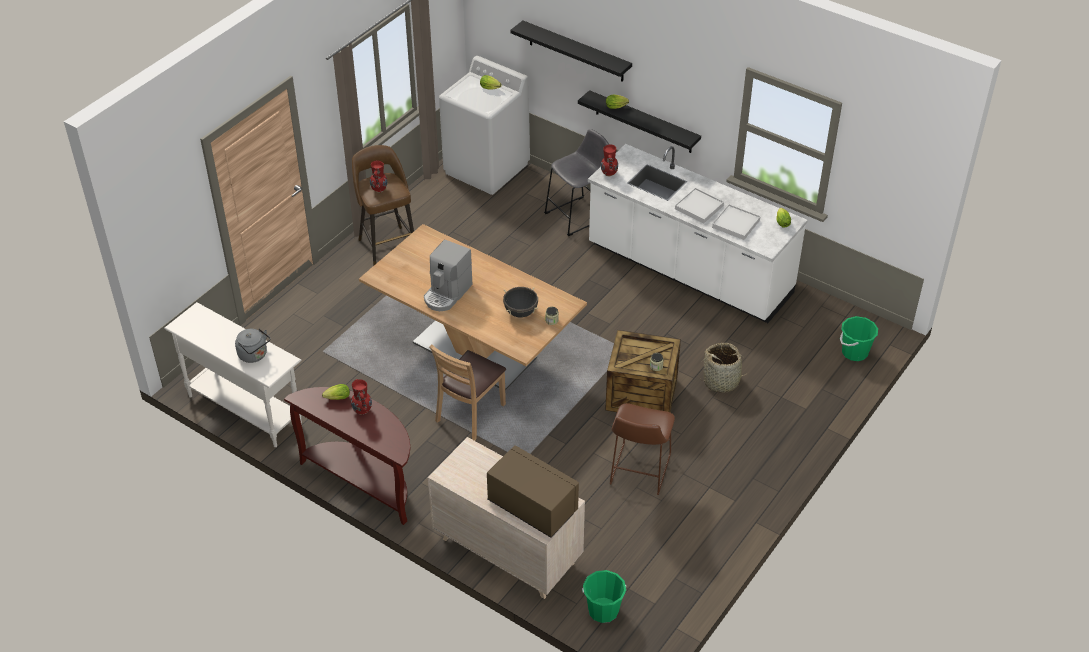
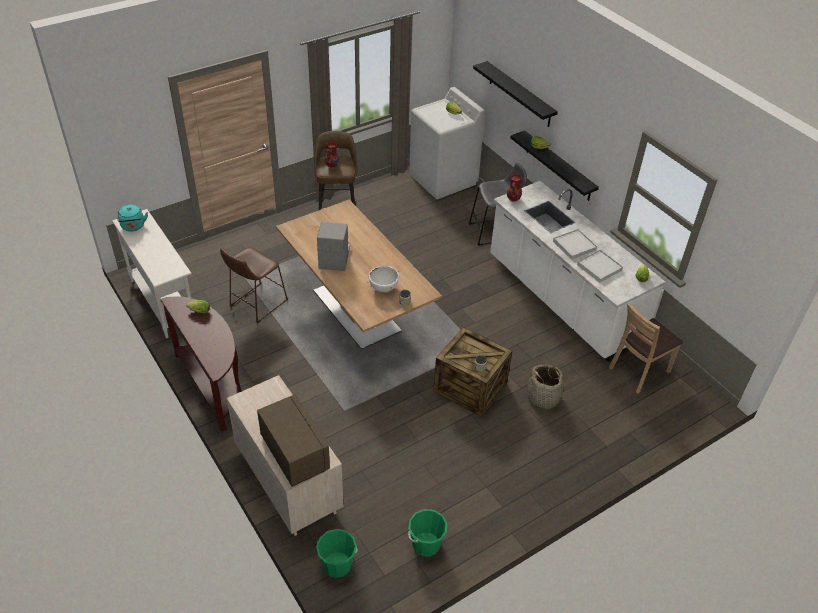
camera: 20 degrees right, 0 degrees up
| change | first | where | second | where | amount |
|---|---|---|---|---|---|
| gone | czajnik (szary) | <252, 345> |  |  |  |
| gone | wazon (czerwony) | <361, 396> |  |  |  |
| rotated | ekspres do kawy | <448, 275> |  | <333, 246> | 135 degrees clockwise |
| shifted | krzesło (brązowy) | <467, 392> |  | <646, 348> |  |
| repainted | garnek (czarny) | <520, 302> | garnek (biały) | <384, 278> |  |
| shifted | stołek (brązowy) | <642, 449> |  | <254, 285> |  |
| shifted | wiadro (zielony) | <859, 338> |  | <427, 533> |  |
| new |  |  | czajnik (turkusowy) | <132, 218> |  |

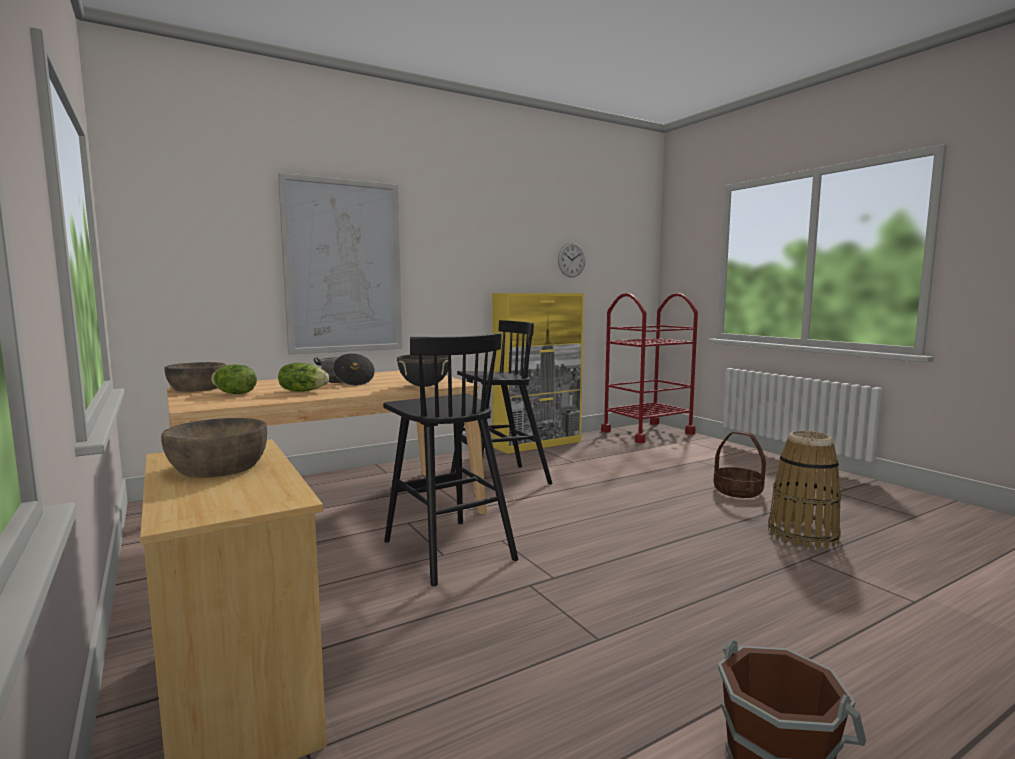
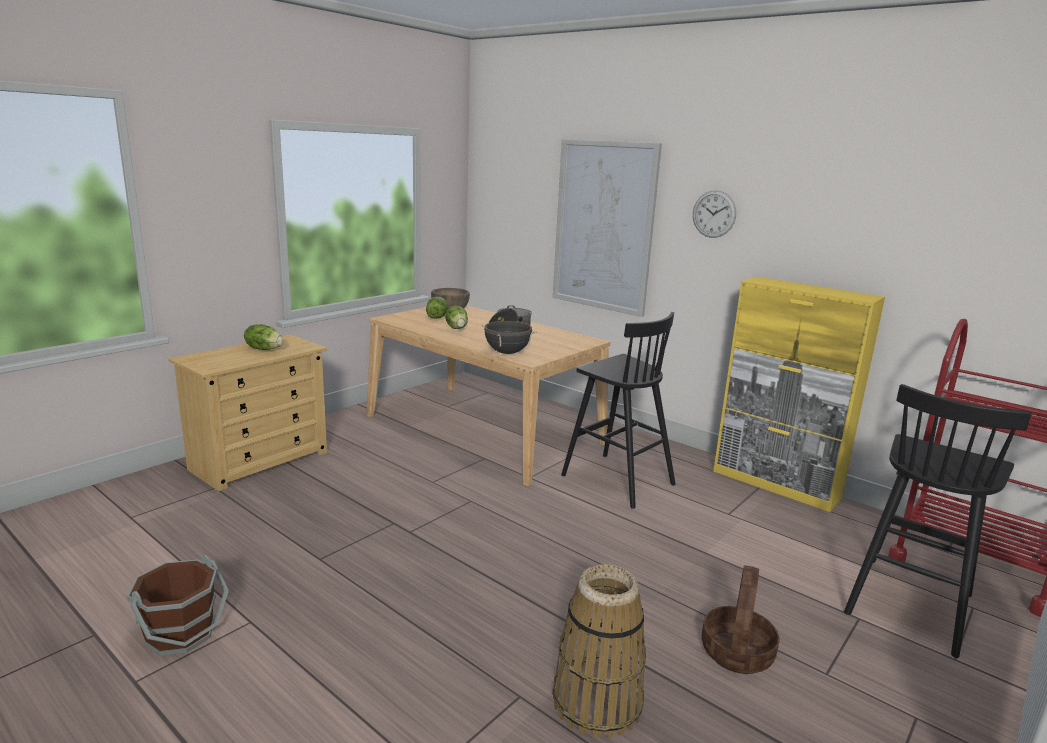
camera: 70 degrees right, 10 degrees up
| change | first | where | second | where | amount |
|---|---|---|---|---|---|
| swapped | miska (brązowy) | <214, 448> | sałata | <264, 337> |  |
| shifted | stołek (czarny) | <450, 459> |  | <938, 521> |  |
| shifted | zegar ścienny | <572, 260> |  | <714, 214> |  |

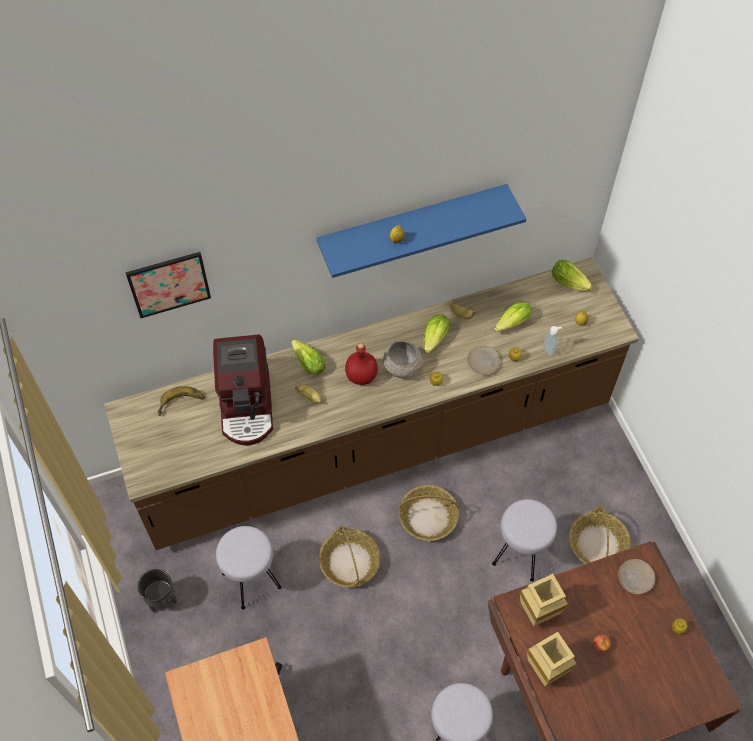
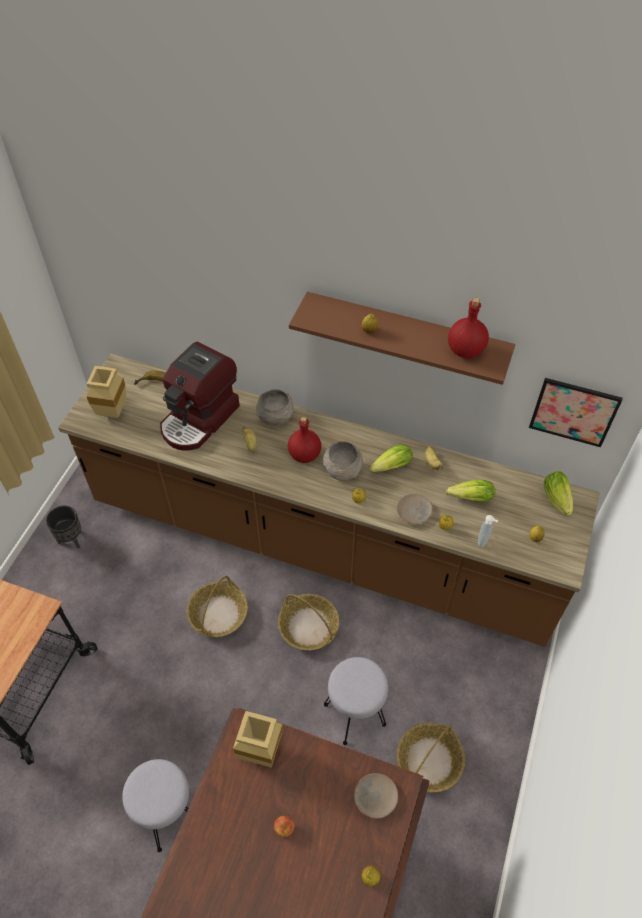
camera: 40 degrees right, 5 degrees down
| change | first | where | second | where | amount |
|---|---|---|---|---|---|
| shifted | obraz | <168, 285> |  | <576, 412> |  |
| gone | stołek (szary) | <249, 568> |  |  |  |
| swapped | sałata | <308, 357> | miska (szary) | <275, 407> |  |
| repainted | półka (niebieski) | <421, 231> | półka (brązowy) | <402, 338> |  |
| shifted | wazon (beżowy) | <552, 659> |  | <106, 392> |  |
| new |  |  | butelka (czerwony) | <468, 328> |  |

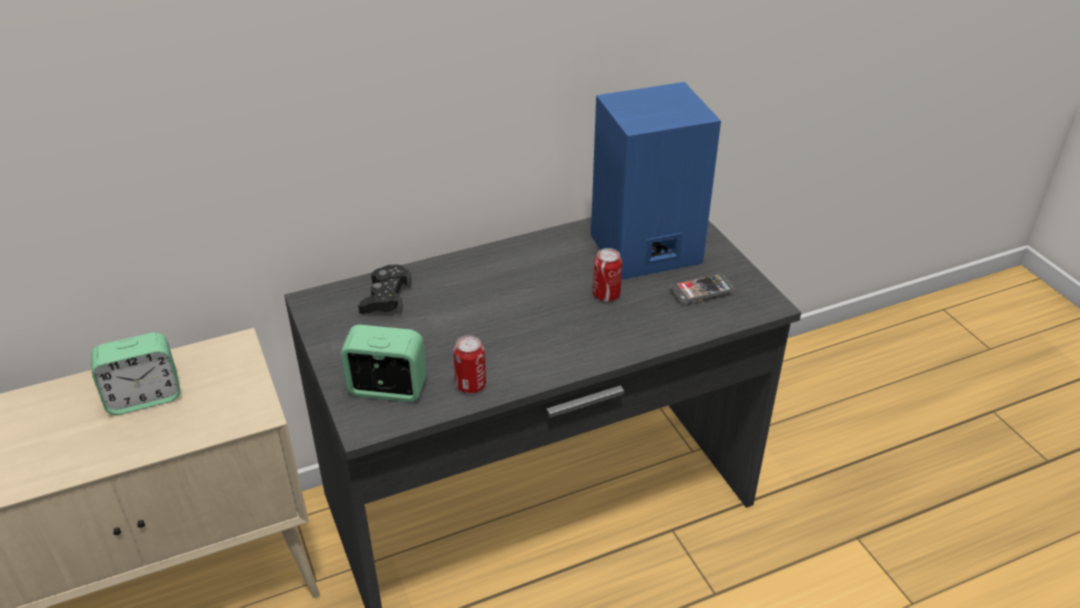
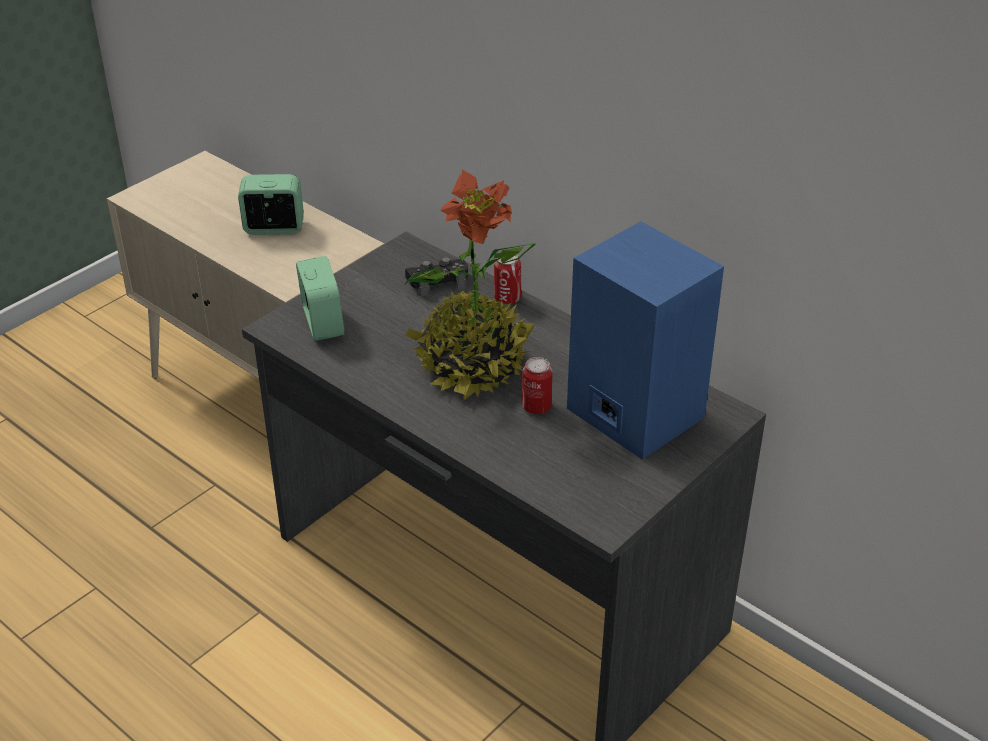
camera: 65 degrees right, 0 degrees up
| change | first | where | second | where | amount |
|---|---|---|---|---|---|
| rotated | budzik | <135, 373> |  | <271, 204> | 135 degrees clockwise |
| shifted | puszka | <469, 364> |  | <507, 279> |  |
| gone | telefon | <702, 289> |  |  |  |
| new |  |  | roślina doniczkowa | <470, 285> |  |

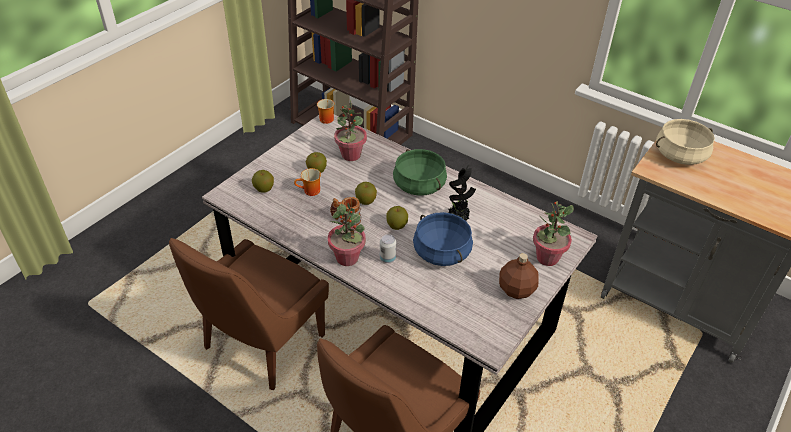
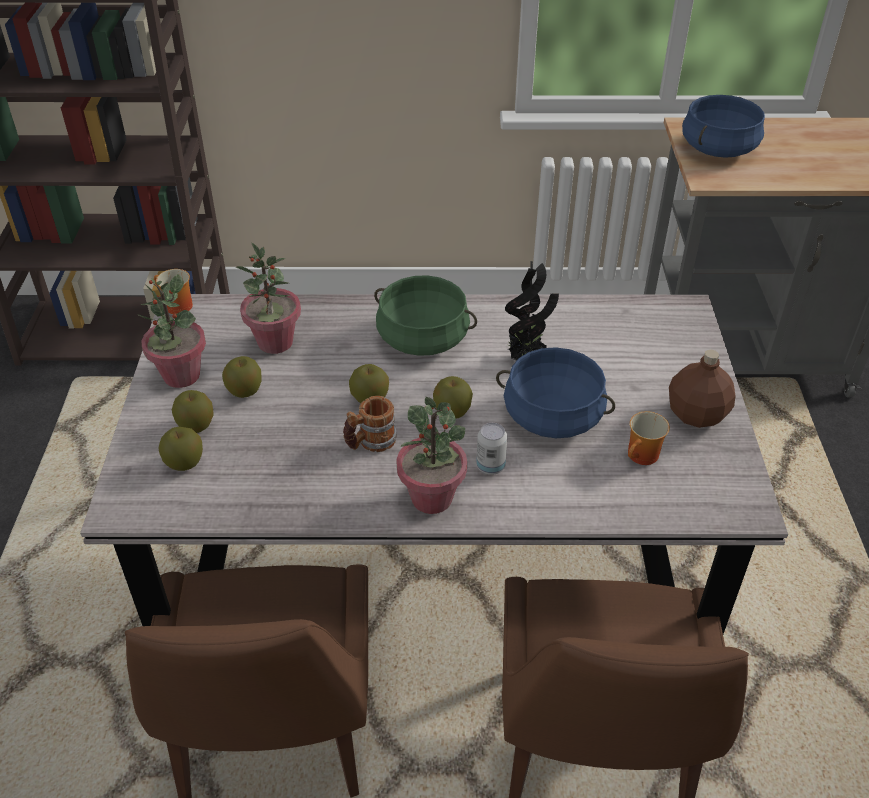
camera: 35 degrees left, 0 degrees up
| change | first | where | second | where | amount |
|---|---|---|---|---|---|
| shifted | kubek | <307, 182> |  | <649, 438> |  |
| shifted | roślina doniczkowa | <553, 233> |  | <171, 331> |  |
| repainted | garnek (beżowy) | <685, 142> | garnek (niebieski) | <723, 126> |  |
| new |  |  | jabłko | <193, 411> |  |

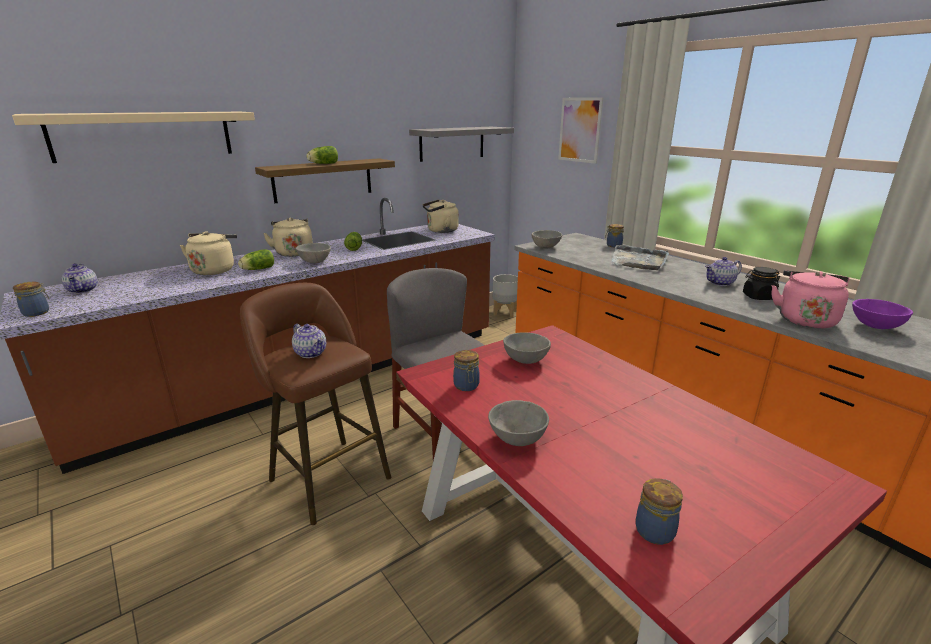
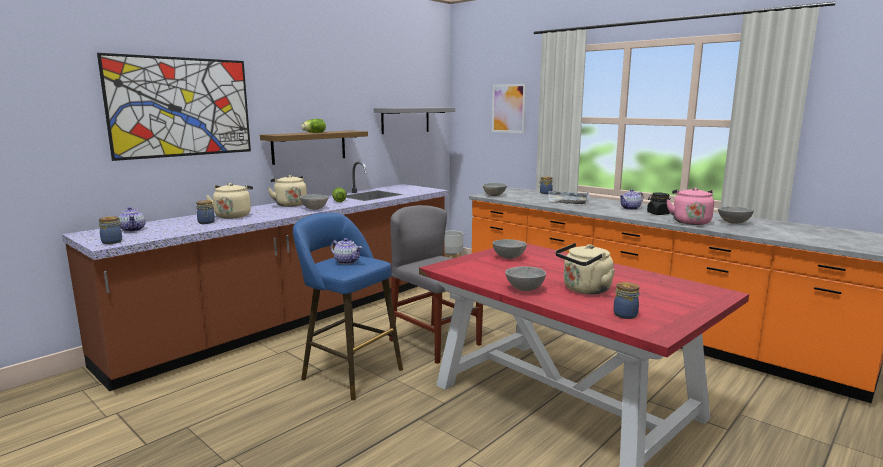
camera: 10 degrees left, 10 degrees down
| change | first | where | second | where | amount |
|---|---|---|---|---|---|
| swapped | półka (beżowy) | <133, 137> | obraz | <174, 107> |  |
| gone | sałata | <256, 259> |  |  |  |
| repainted | stołek (brązowy) | <315, 404> | stołek (niebieski) | <348, 306> |  |
| shifted | czajnik (beżowy) | <441, 216> |  | <585, 268> |  |
| shifted | słoik | <466, 370> |  | <205, 212> |  |
| repainted | miska (fioletowy) | <882, 314> | miska (szary) | <736, 215> |  |

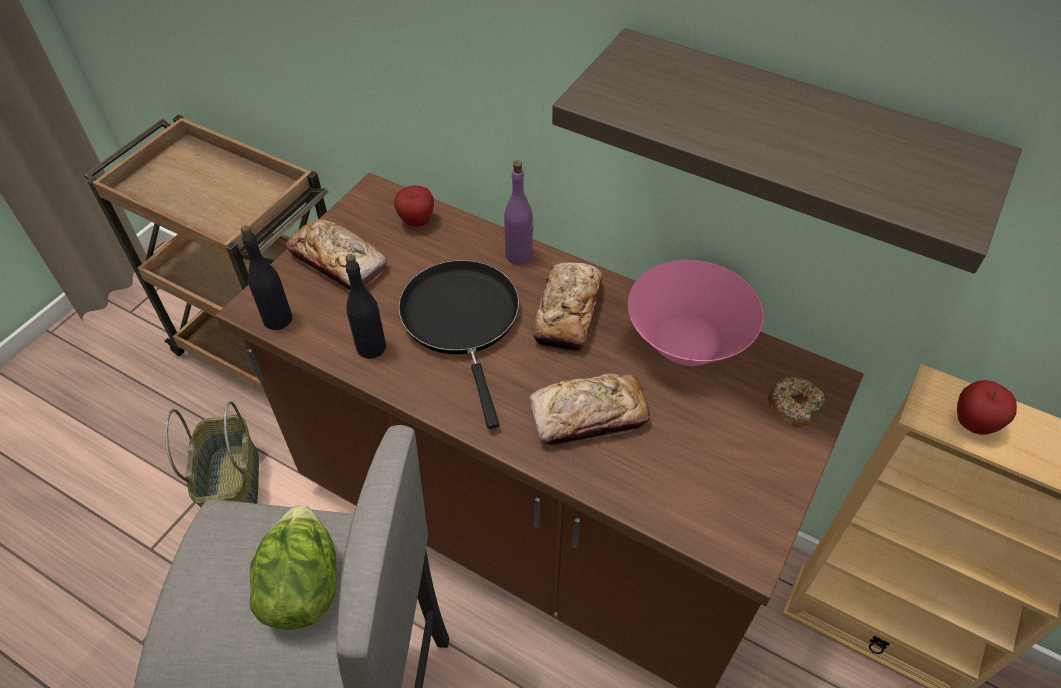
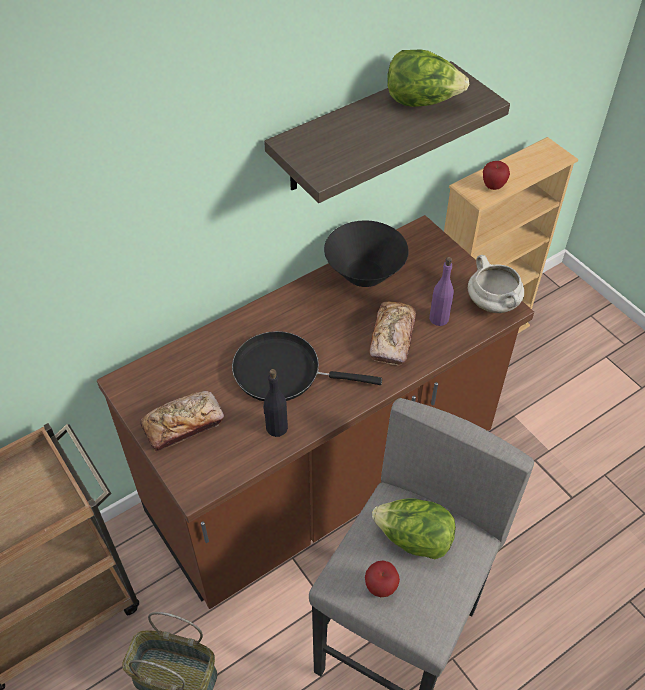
camera: 65 degrees left, 0 degrees up
| change | first | where | second | where | amount |
|---|---|---|---|---|---|
| gone | butelka (czarny) | <266, 277> |  |  |  |
| shifted | jabłko | <414, 206> |  | <382, 579> |  |
| shifted | butelka (fioletowy) | <519, 212> |  | <441, 291> |  |
| gone | chleb | <568, 307> |  |  |  |
| repainted | miska (różowy) | <695, 313> | miska (czarny) | <366, 253> |  |
| gone | donut | <796, 402> |  |  |  |
| new |  |  | sałata | <428, 78> |  |
| new |  |  | garnek (biały) | <496, 284> |  |

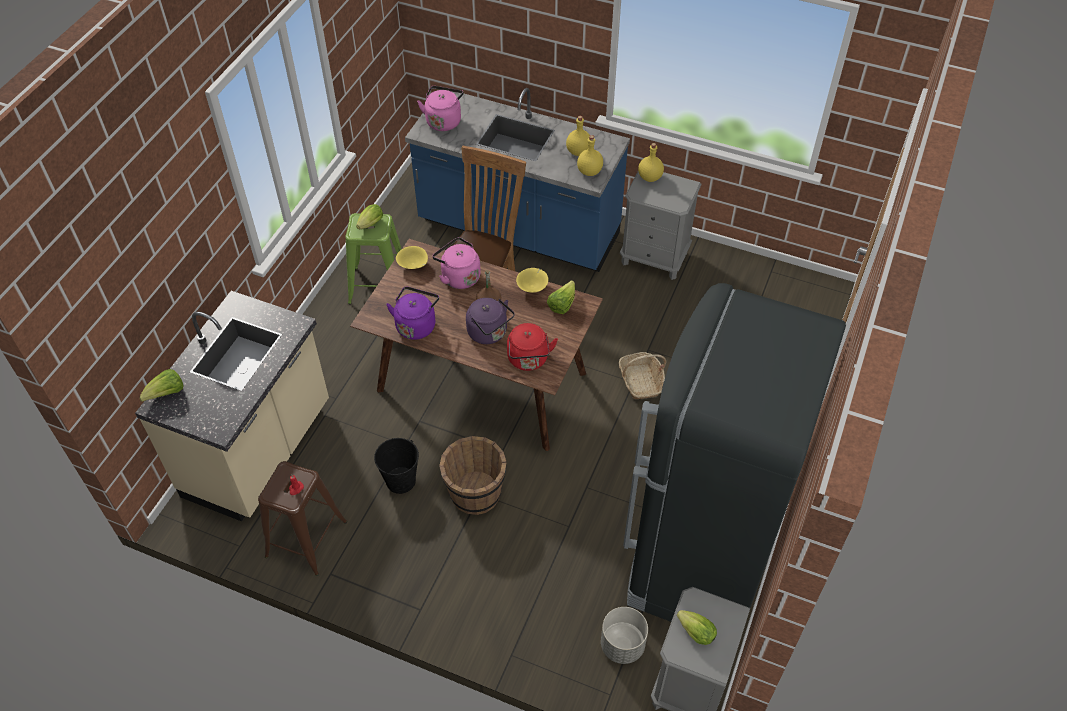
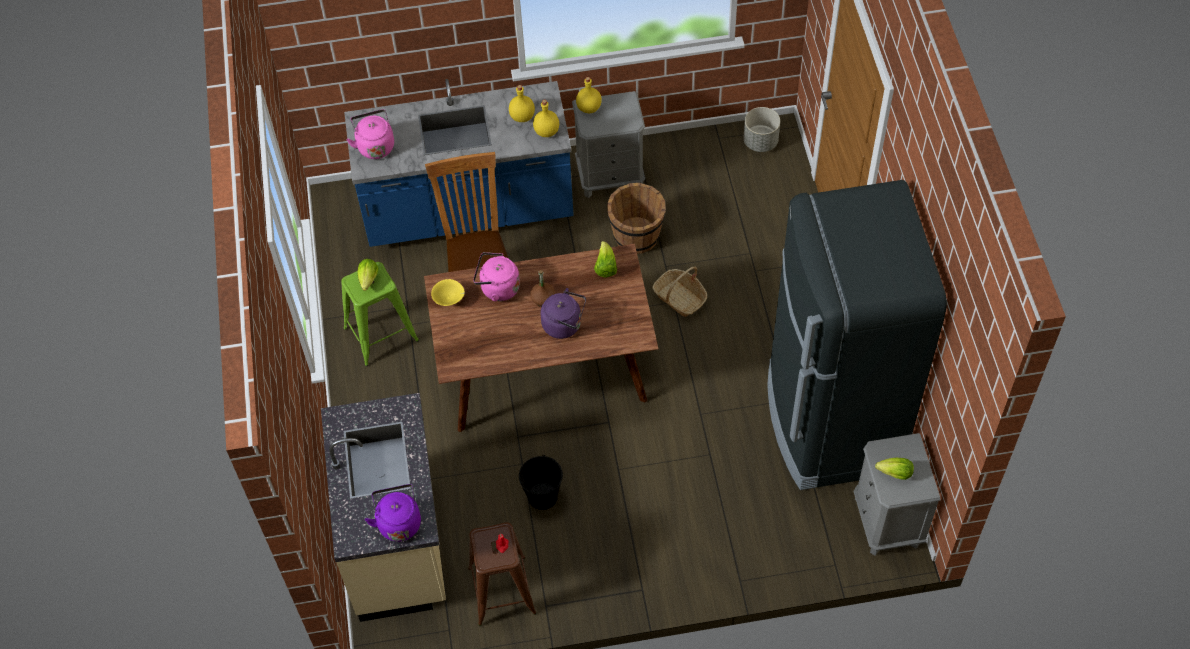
camera: 30 degrees left, 5 degrees up
| change | first | where | second | where | amount |
|---|---|---|---|---|---|
| gone | sałata | <161, 385> |  |  |  |
| shifted | czajnik (fioletowy) | <412, 313> |  | <393, 513> |  |
| shifted | wiadro (brązowy) | <473, 475> |  | <636, 218> |  |
| gone | czajnik (czerwony) | <532, 347> |  |  |  |
| gone | miska (żółty) | <532, 280> |  |  |  |
| shifted | donica (szary) | <624, 635> |  | <761, 129> |  |

